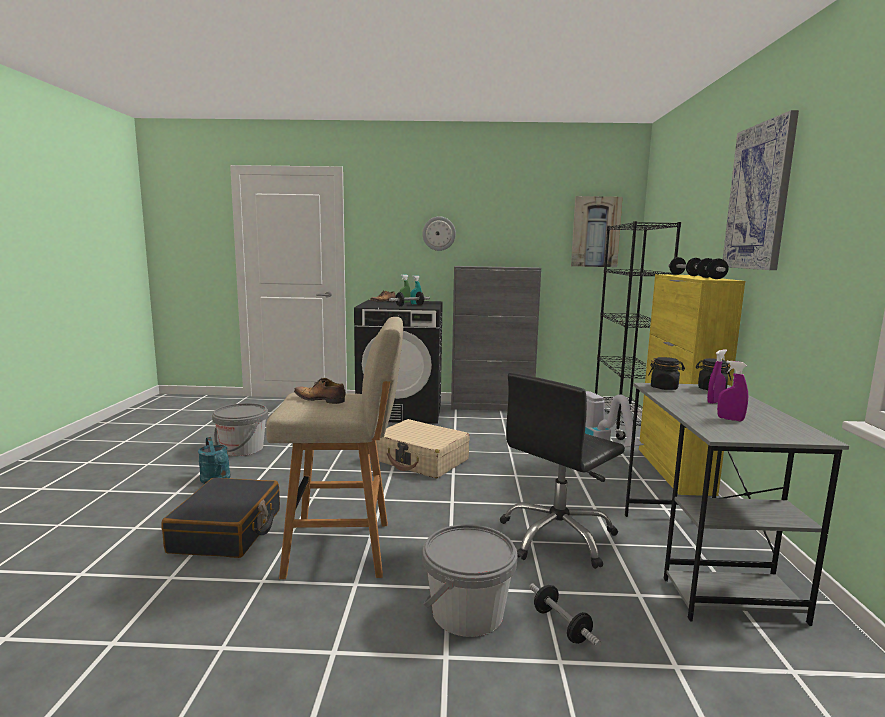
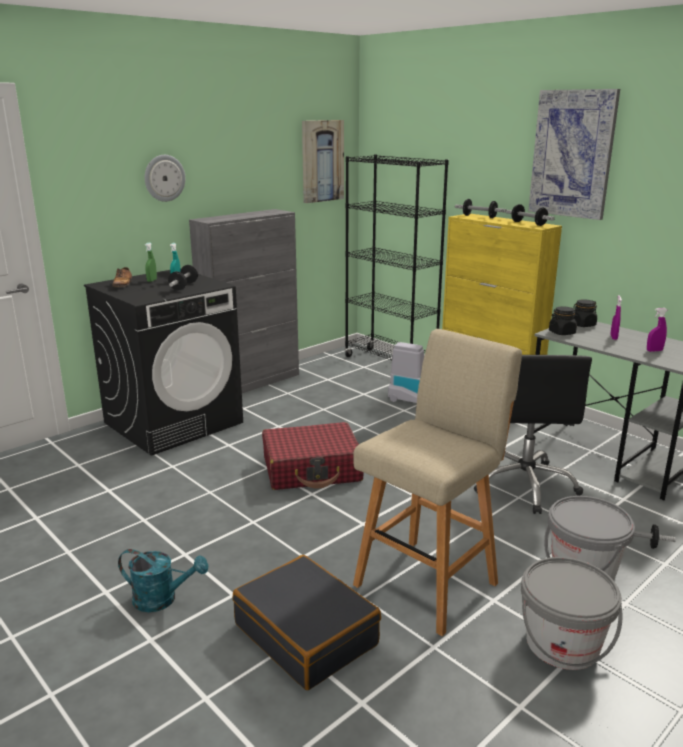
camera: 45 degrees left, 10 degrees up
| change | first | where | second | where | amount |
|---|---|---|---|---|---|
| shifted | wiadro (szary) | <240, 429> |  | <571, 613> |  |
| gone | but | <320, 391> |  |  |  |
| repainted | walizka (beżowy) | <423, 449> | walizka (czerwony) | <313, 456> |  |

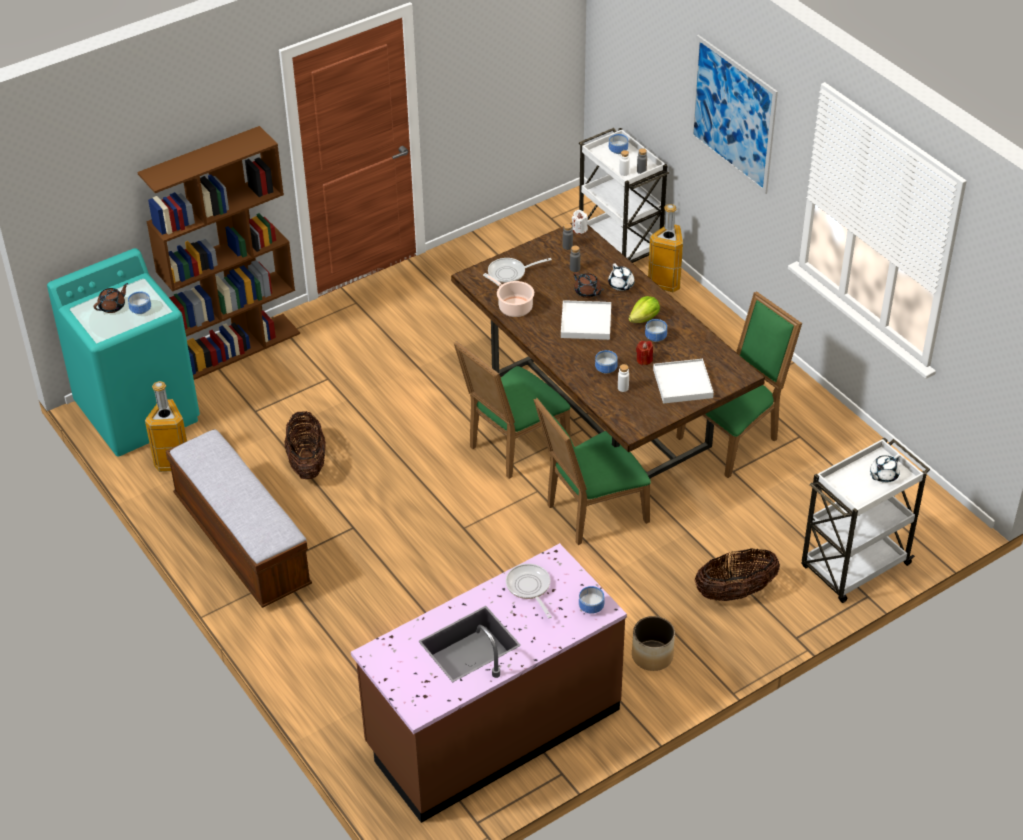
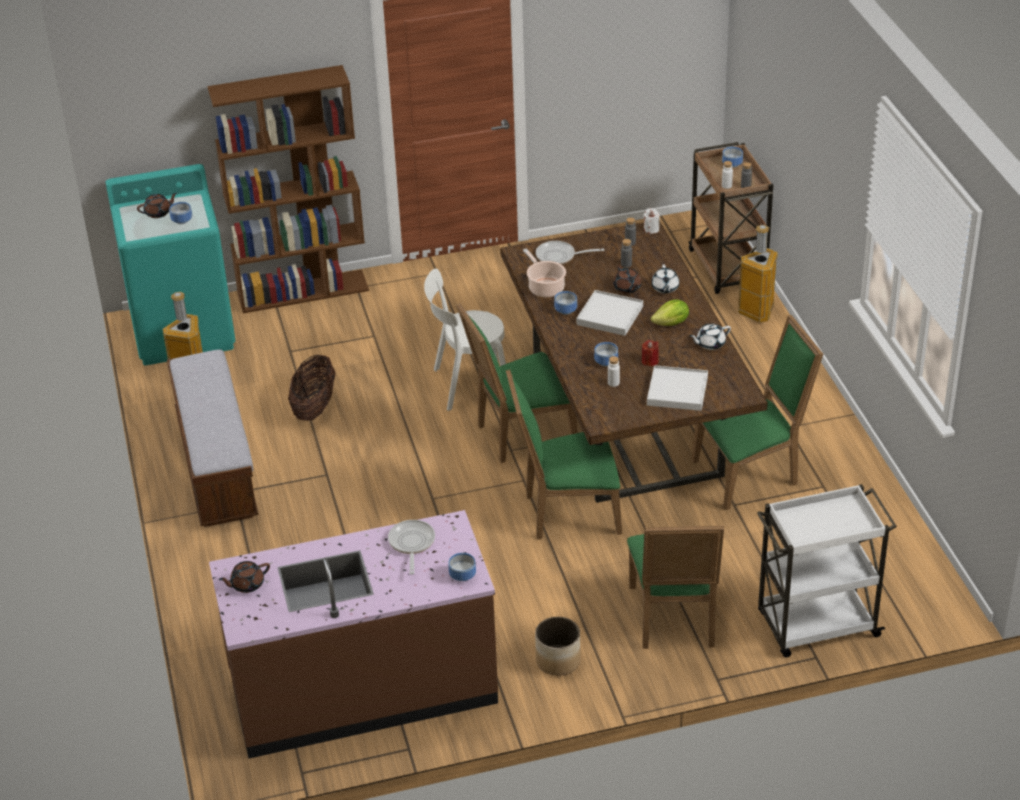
camera: 20 degrees right, 5 degrees down
| change | first | where | second | where | amount |
|---|---|---|---|---|---|
| repainted | wózek (biały) | <624, 195> | wózek (brązowy) | <730, 218> |  |
| shifted | miska | <656, 330> |  | <565, 303> |  |
| gone | obraz | <734, 114> |  |  |  |
| swapped | koszyk | <737, 574> | krzesło (zielony) | <675, 587> |  |
| shifted | imbryk (biały) | <885, 468> |  | <710, 336> |  |
| new |  |  | imbryk (brązowy) | <244, 577> |  |
| new |  |  | krzesło (biały) | <465, 340> |  |

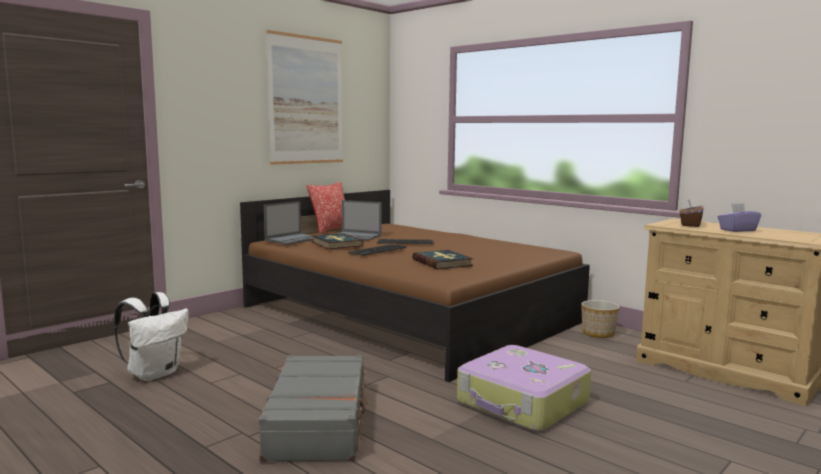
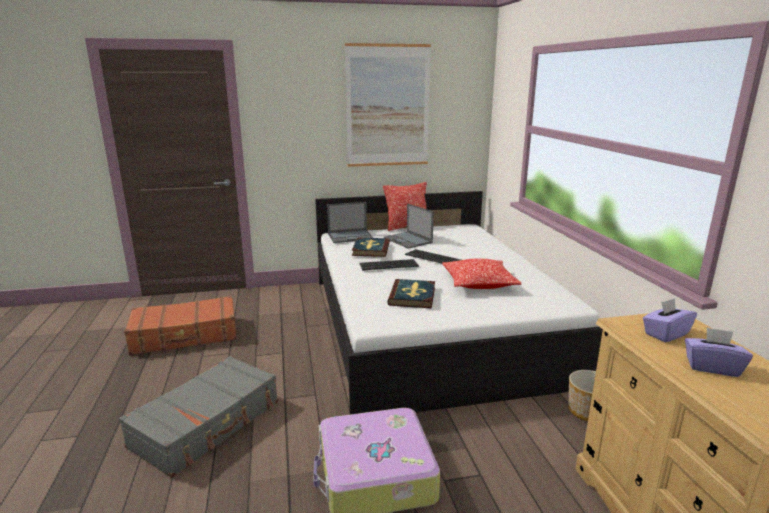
camera: 35 degrees right, 10 degrees up
| change | first | where | second | where | amount |
|---|---|---|---|---|---|
| swapped | plecak (biały) | <151, 336> | walizka (brązowy) | <180, 325> |  |
| repainted | łóżko (brązowy) | <415, 286> | łóżko (biały) | <459, 303> |  |
| repainted | pudełko chusteczek (brązowy) | <691, 213> | pudełko chusteczek (fioletowy) | <670, 320> |  |
| new |  |  | poduszka | <481, 273> |  |

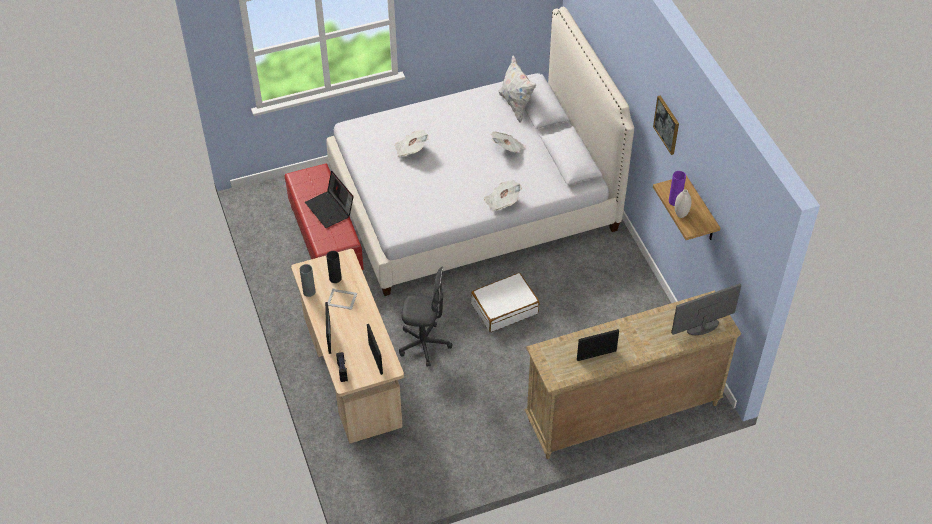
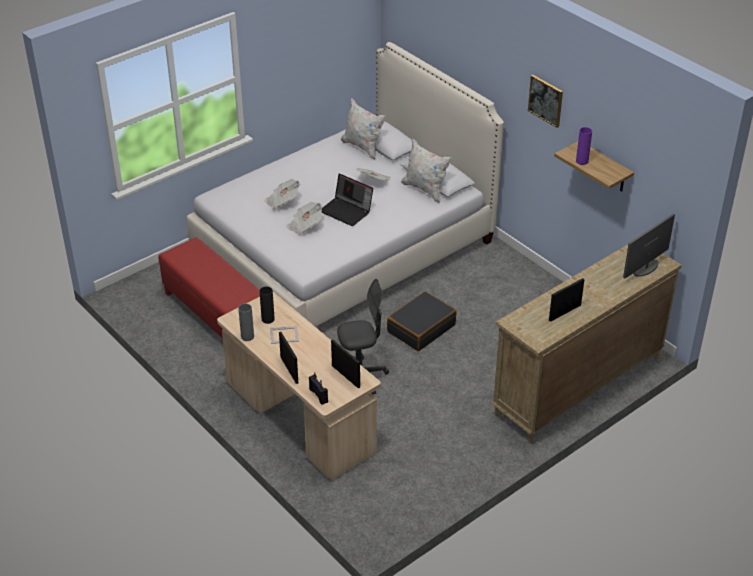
camera: 20 degrees left, 10 degrees down
| change | first | where | second | where | amount |
|---|---|---|---|---|---|
| shifted | laptop | <329, 199> |  | <347, 200> |  |
| repainted | walizka (biały) | <505, 302> | walizka (czarny) | <422, 321> |  |
| shifted | gazeta | <503, 195> |  | <305, 218> |  |
| gone | wazon (biały) | <683, 203> |  |  |  |
| new |  |  | poduszka (biały) | <426, 171> |  |

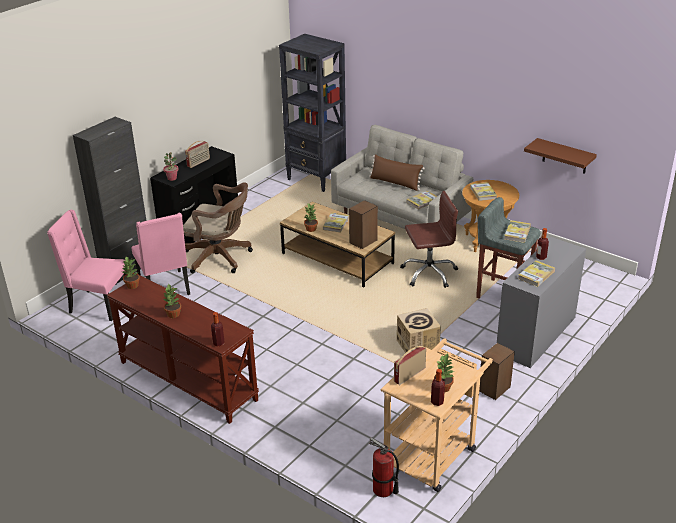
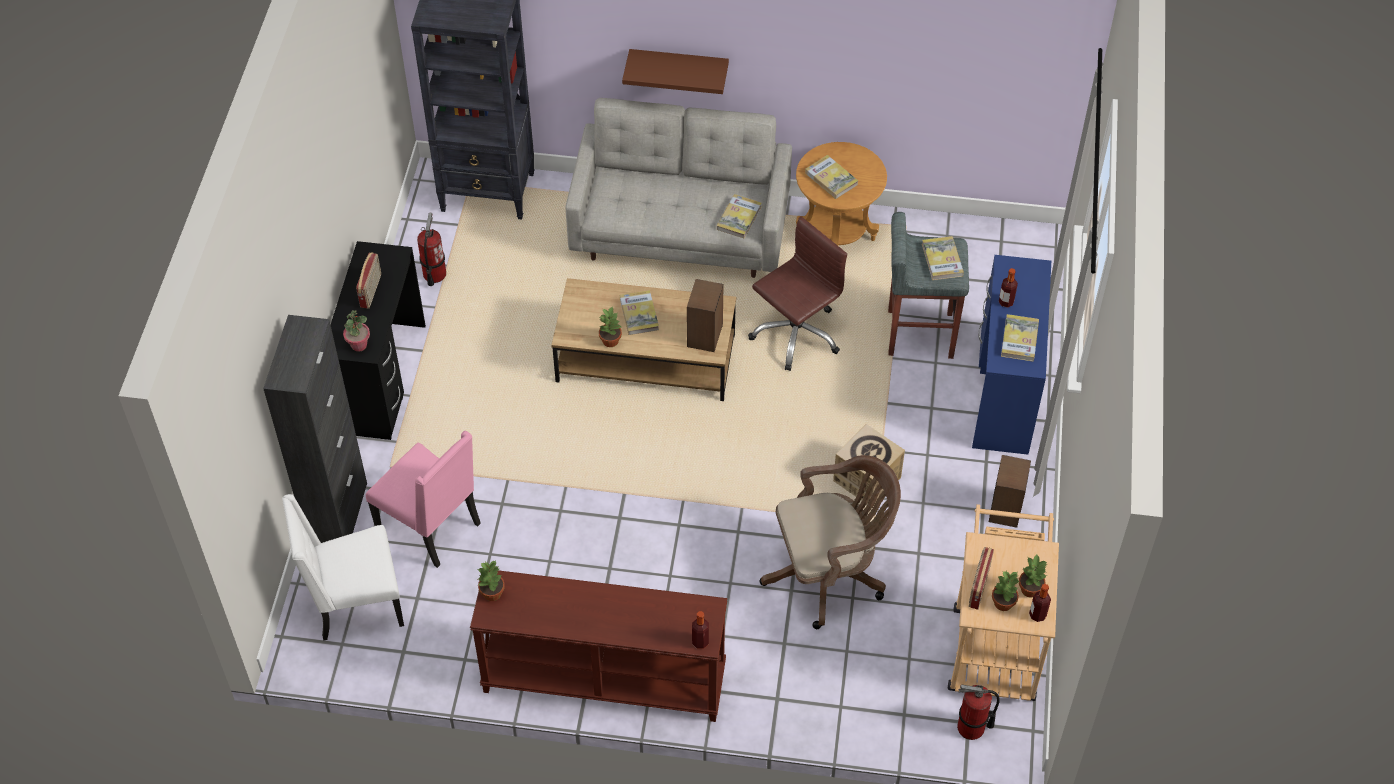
camera: 30 degrees left, 20 degrees up
| change | first | where | second | where | amount |
|---|---|---|---|---|---|
| repainted | krzesło (różowy) | <86, 265> | krzesło (biały) | <343, 567> |  |
| shifted | roślina doniczkowa | <172, 300> |  | <1005, 590> |  |
| shifted | krzesło biurowe (brązowy) | <218, 227> |  | <830, 542> |  |
| gone | poduszka (brązowy) | <397, 172> |  |  |  |
| repainted | biurko (szary) | <541, 302> | biurko (niebieski) | <1011, 355> |  |
| shifted | półka (brązowy) | <560, 156> |  | <675, 71> |  |
| new |  |  | gaśnica | <431, 249> |  |

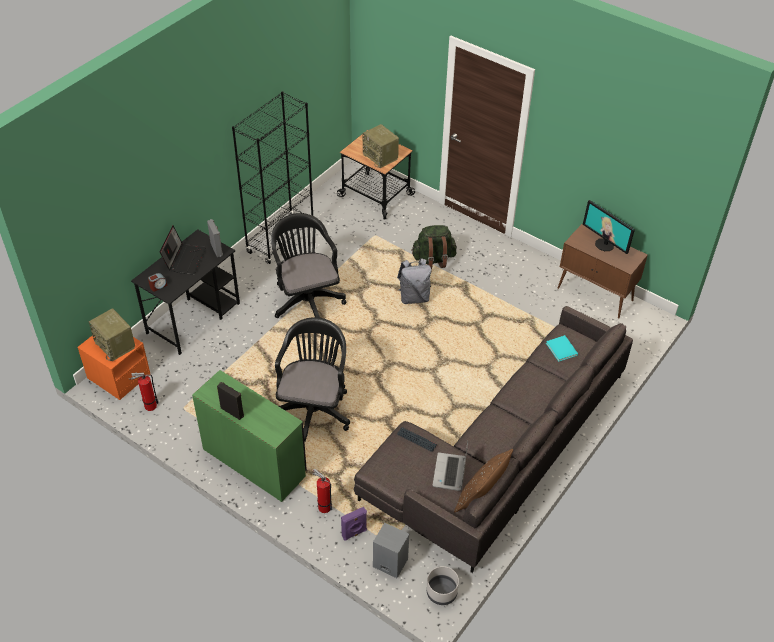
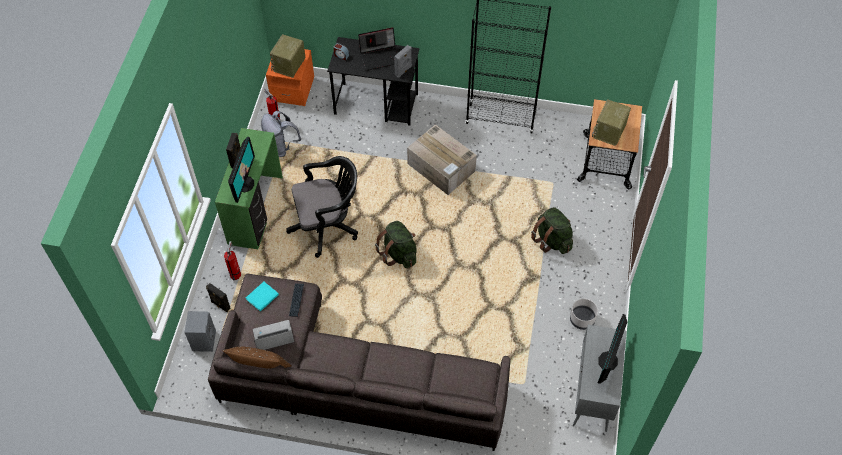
camera: 65 degrees right, 10 degrees up
| change | first | where | second | where | amount |
|---|---|---|---|---|---|
| swapped | krzesło biurowe (czarny) | <308, 265> | karton | <442, 159> |  |
| repainted | głośnik (fioletowy) | <354, 524> | głośnik (czarny) | <218, 297> |  |
| shifted | plecak (szary) | <414, 281> |  | <281, 134> |  |
| shifted | donica (szary) | <443, 585> |  | <584, 314> |  |
| shifted | książka (turkusowy) | <562, 348> |  | <262, 297> |  |
| repainted | szafka (brązowy) | <603, 271> | szafka (szary) | <600, 378> |  |
| new |  |  | monitor | <241, 170> |  |
| new |  |  | plecak (zielony) | <396, 244> |  |

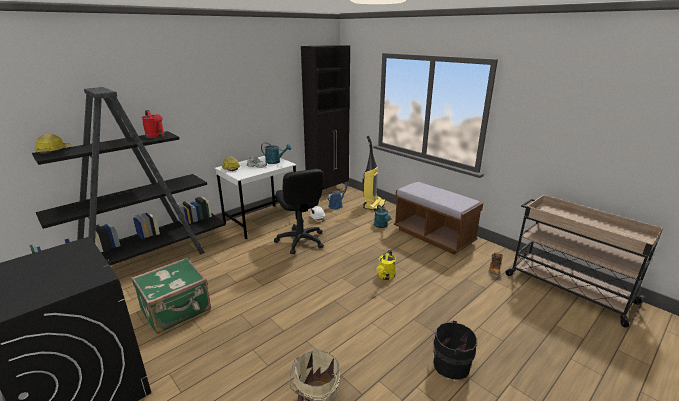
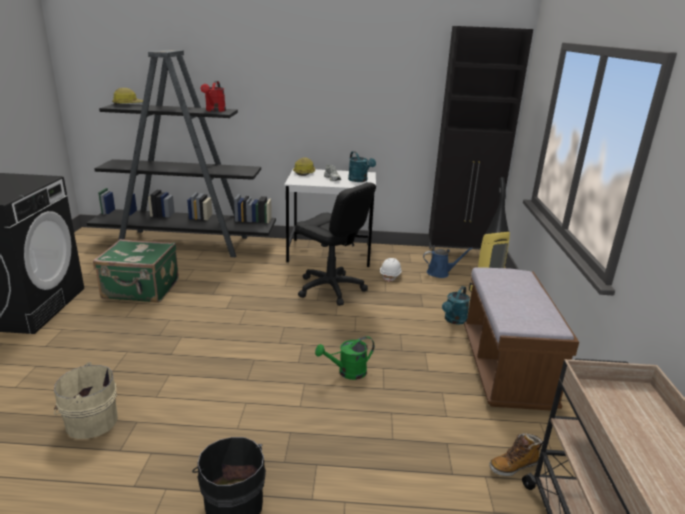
camera: 45 degrees right, 0 degrees up
| change | first | where | second | where | amount |
|---|---|---|---|---|---|
| rotated | krzesło biurowe (czarny) | <299, 211> |  | <335, 244> | 75 degrees counterclockwise |
| repainted | konewka (żółty) | <386, 265> | konewka (zielony) | <344, 358> |  |

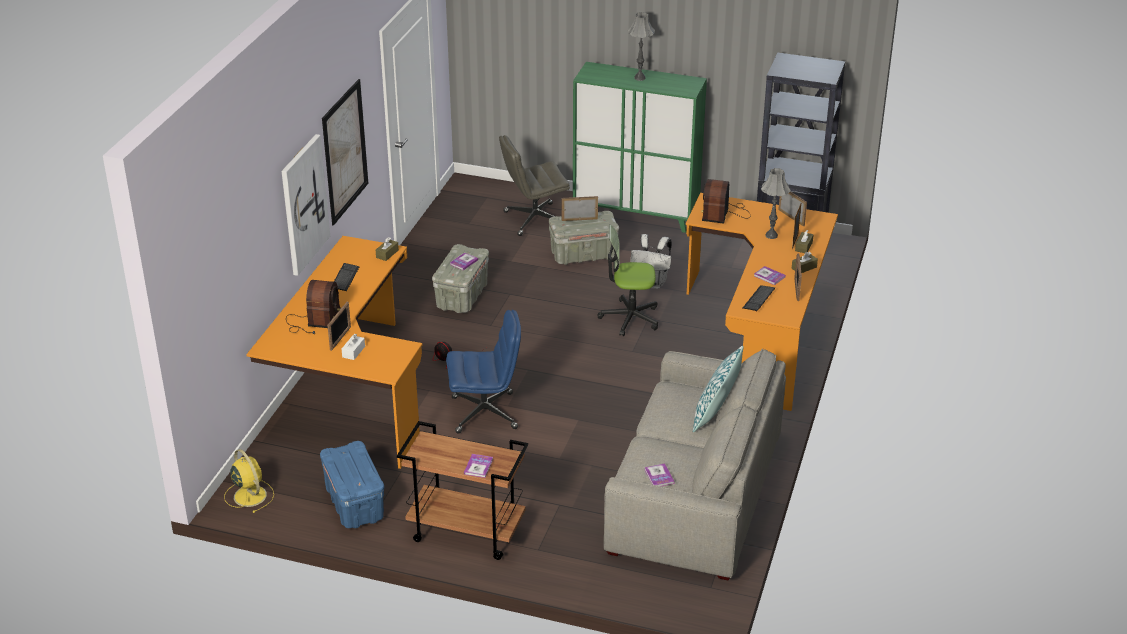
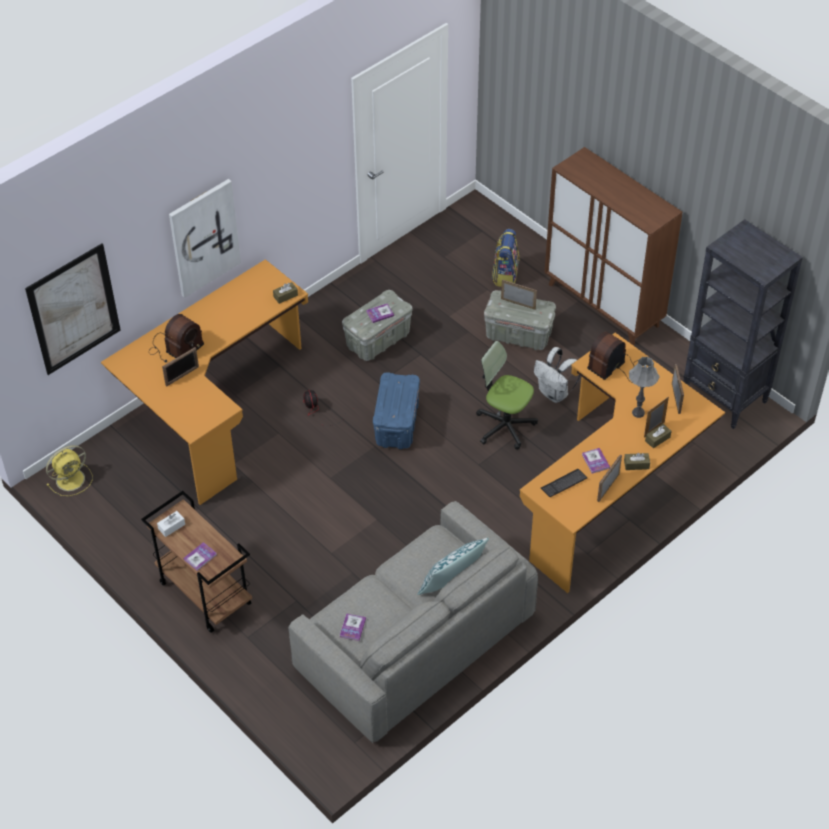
camera: 30 degrees right, 15 degrees up
| change | first | where | second | where | amount |
|---|---|---|---|---|---|
| rotated | wentylator (żółty) | <249, 481> |  | <69, 470> | 60 degrees clockwise |
| shifted | pojemnik do przechowywania (niebieski) | <352, 484> |  | <396, 410> |  |
| shifted | obraz | <345, 152> |  | <73, 309> |  |
| gone | klawiatura | <346, 277> |  |  |  |
| shifted | pudełko chusteczek (biały) | <353, 347> |  | <171, 524> |  |
| gone | krzesło biurowe (niebieski) | <483, 372> |  |  |  |
| swapped | krzesło biurowe (szary) | <534, 185> | plecak | <505, 258> |  |
| repainted | szafka (zielony) | <640, 147> | szafka (brązowy) | <613, 246> |  |
| gone | lampa stołowa (szary) | <641, 46> |  |  |  |

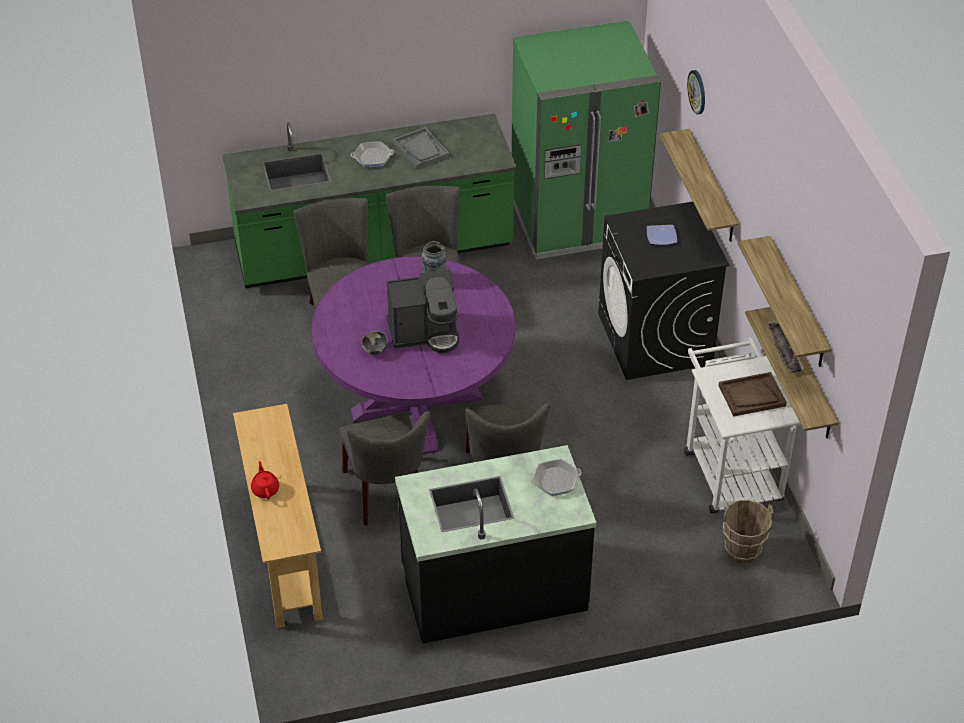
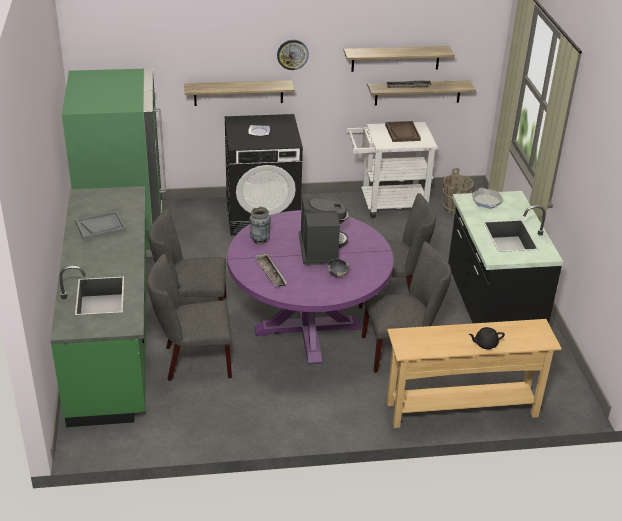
camera: 85 degrees left, 10 degrees down
| change | first | where | second | where | amount |
|---|---|---|---|---|---|
| repainted | imbryk (czerwony) | <265, 480> | imbryk (czarny) | <487, 338> |  |
| gone | patelnia | <372, 155> |  |  |  |
| shifted | zegar ścienny | <696, 92> |  | <293, 55> |  |
| new |  |  | taca | <271, 270> |  |

